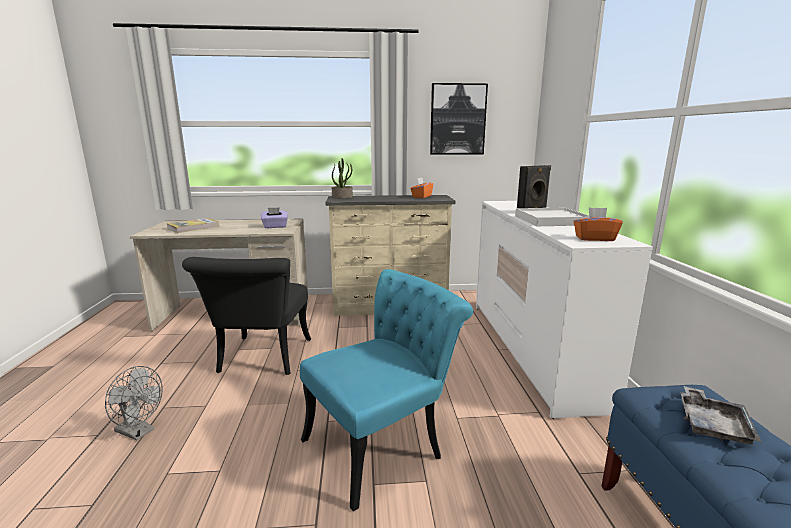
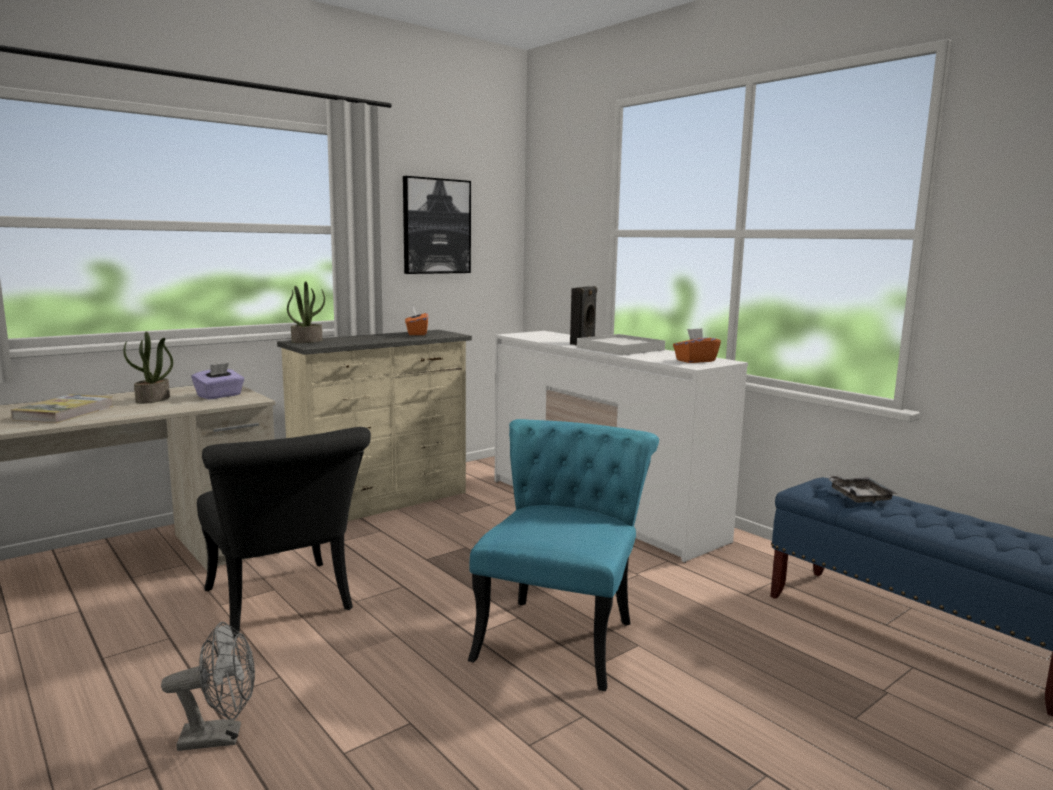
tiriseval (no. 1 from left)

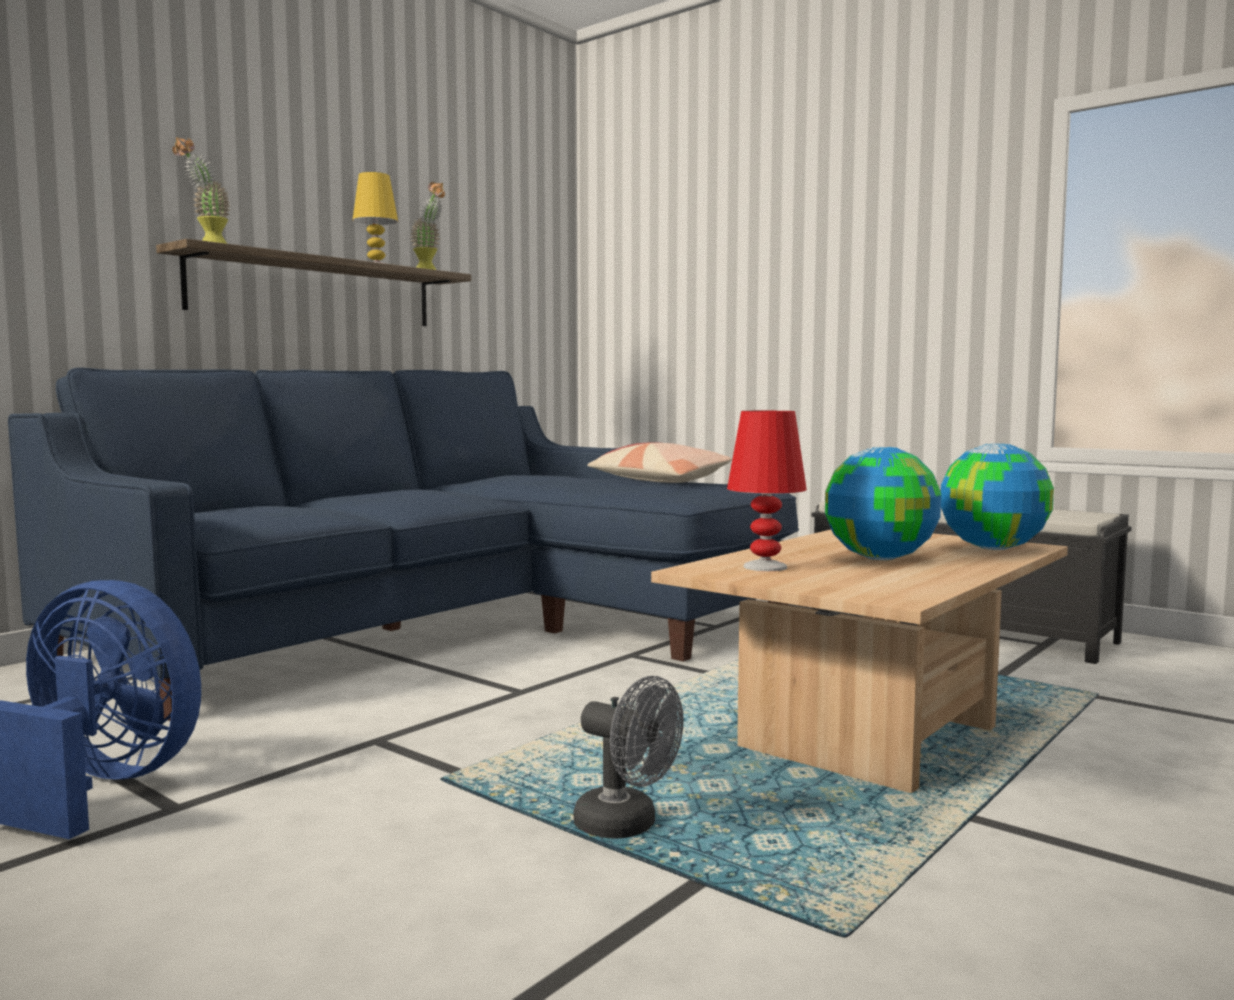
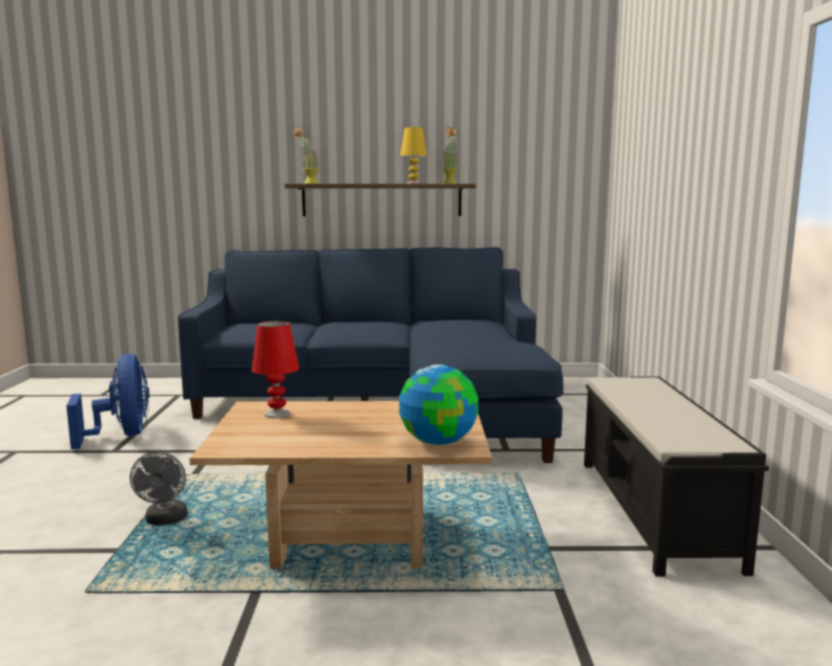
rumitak
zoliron (no. 1 from left in the first image)

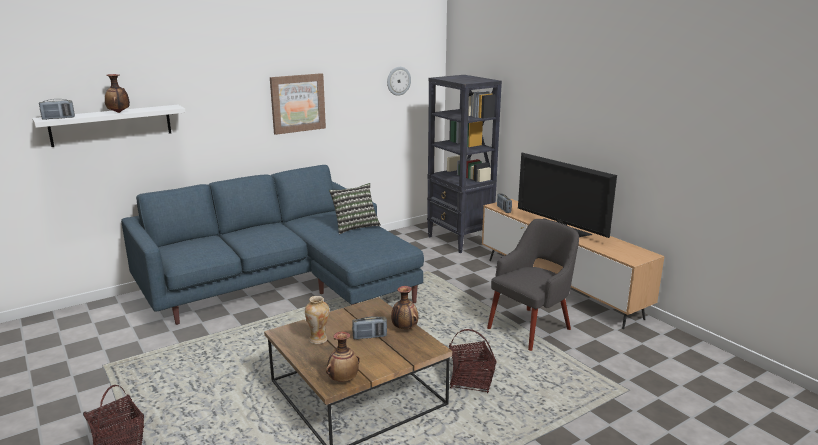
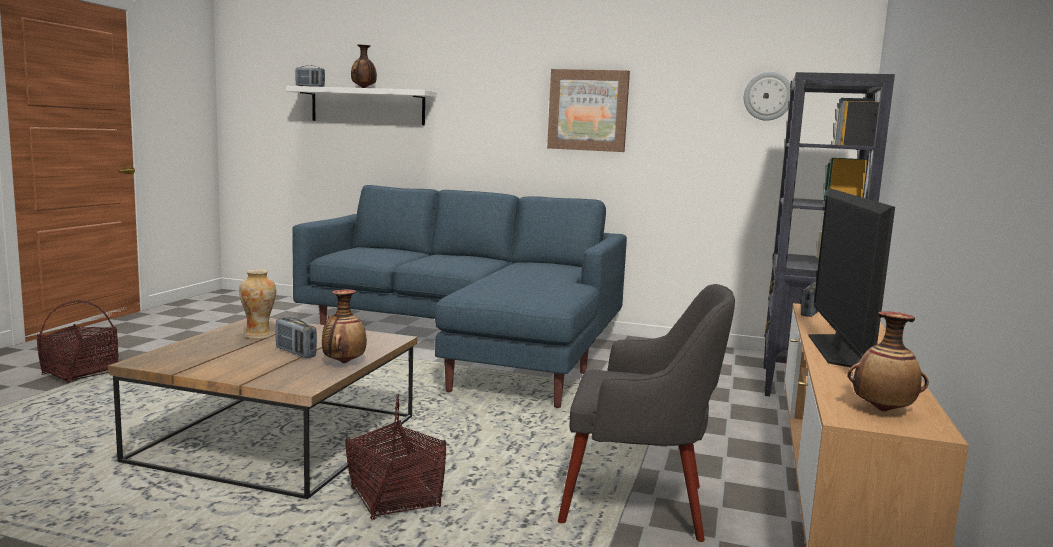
rumitak
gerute (no. 4 from left)

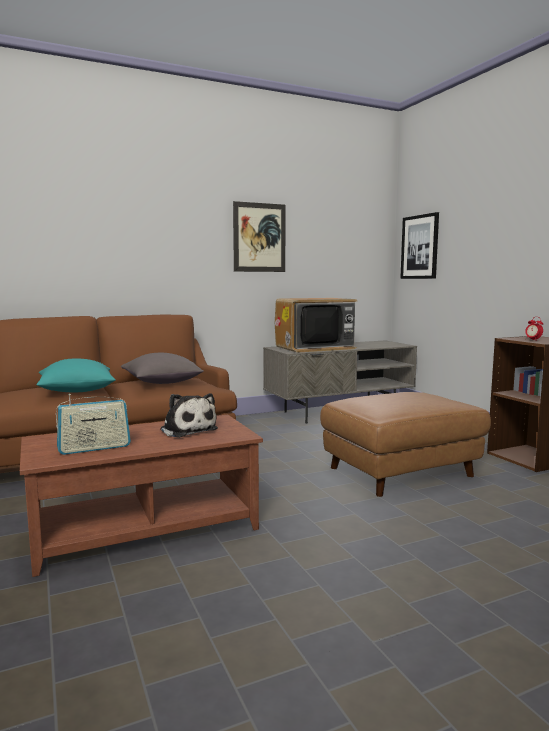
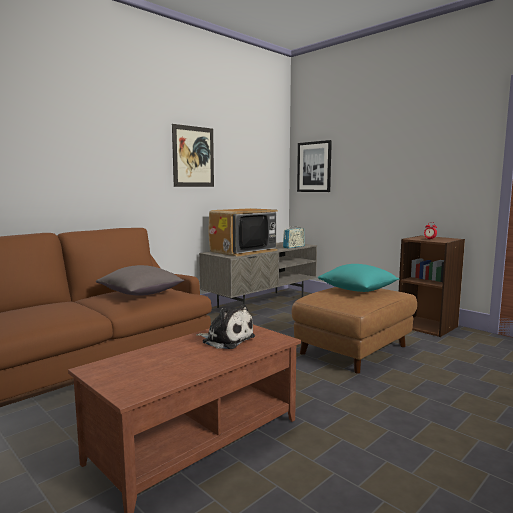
turquoise_rumitak
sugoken

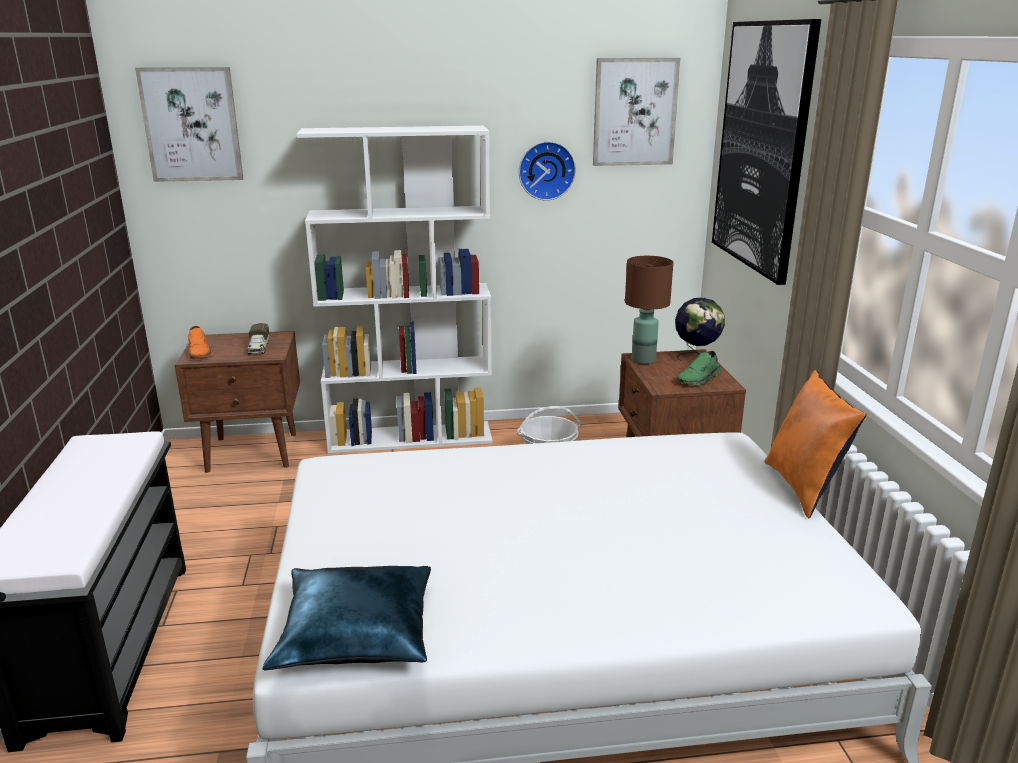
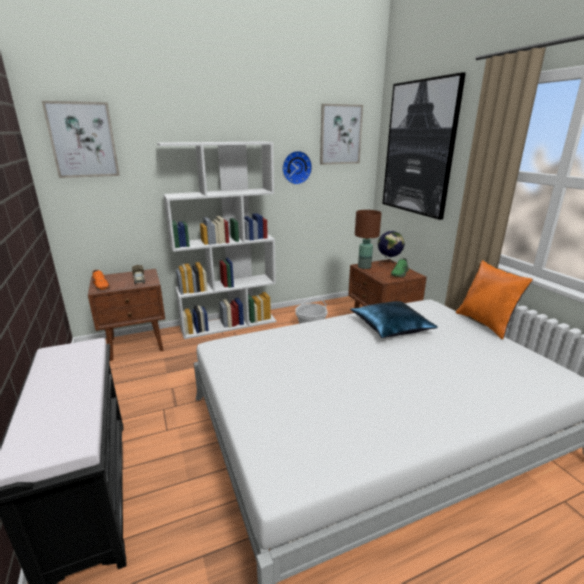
blue_rumitak

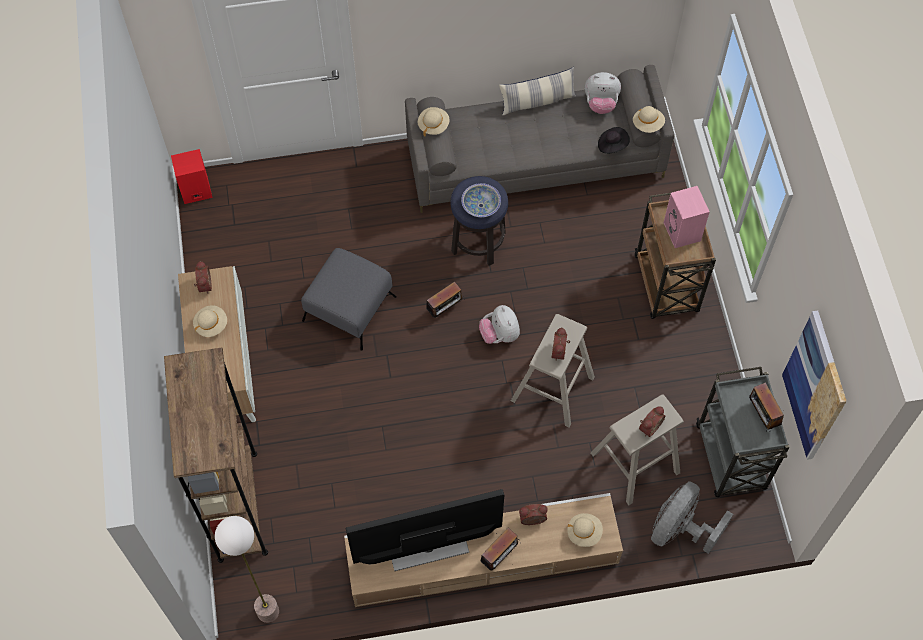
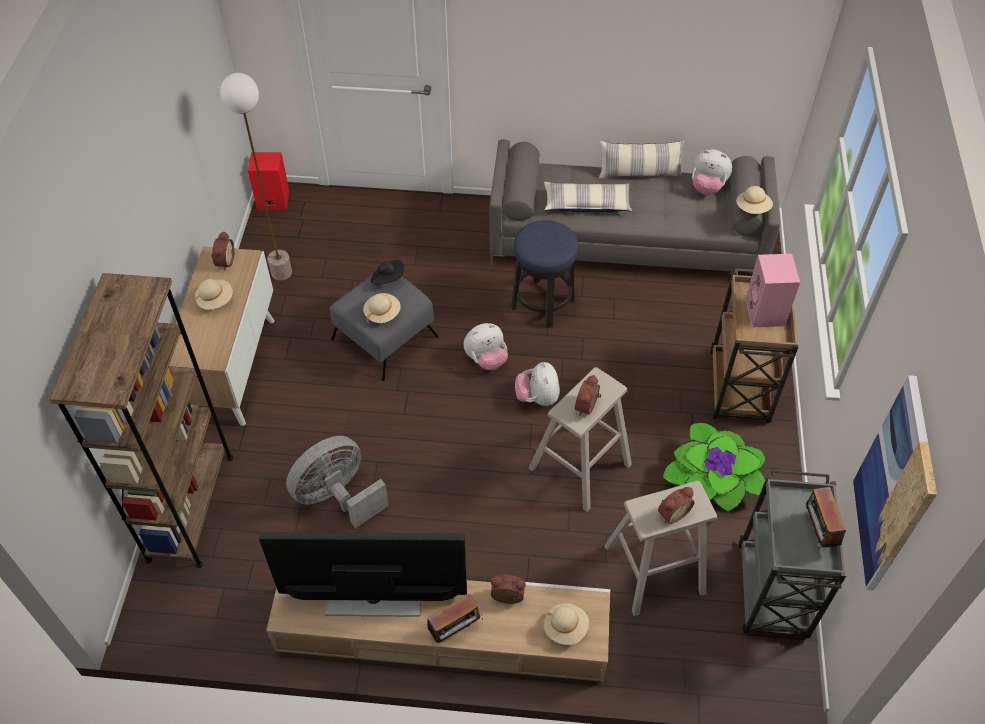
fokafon
rumitak (no. 1 from left)
tiriseval
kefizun
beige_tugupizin (no. 2 from left)
black_tugupizin
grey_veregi
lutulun (no. 1 from left)

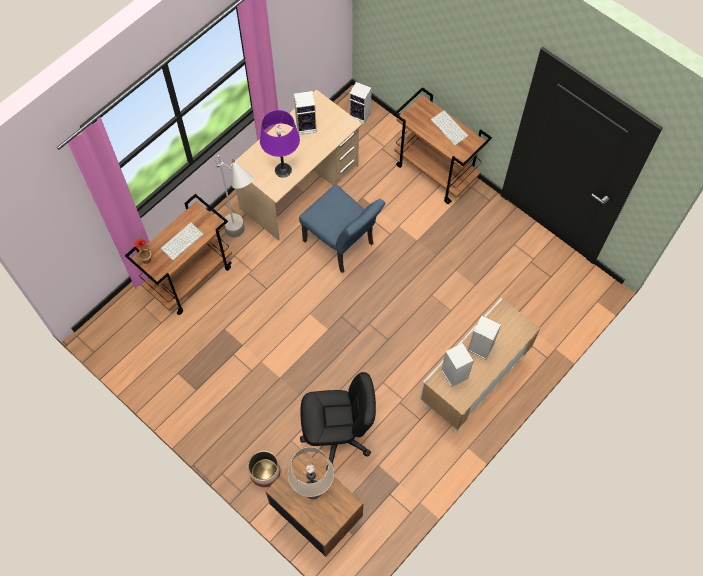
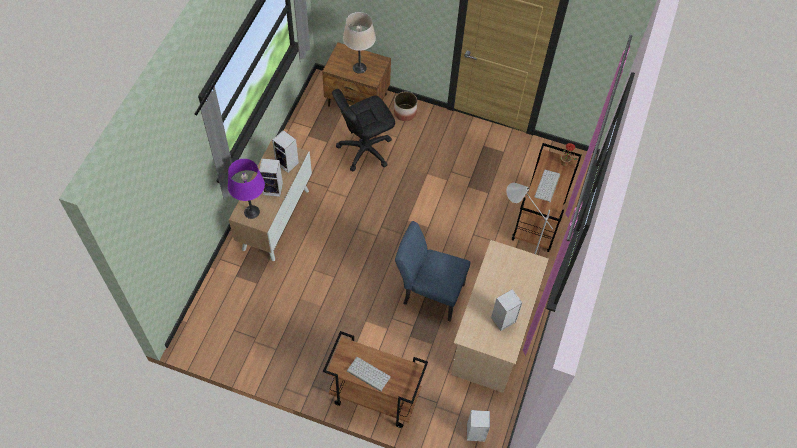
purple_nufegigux

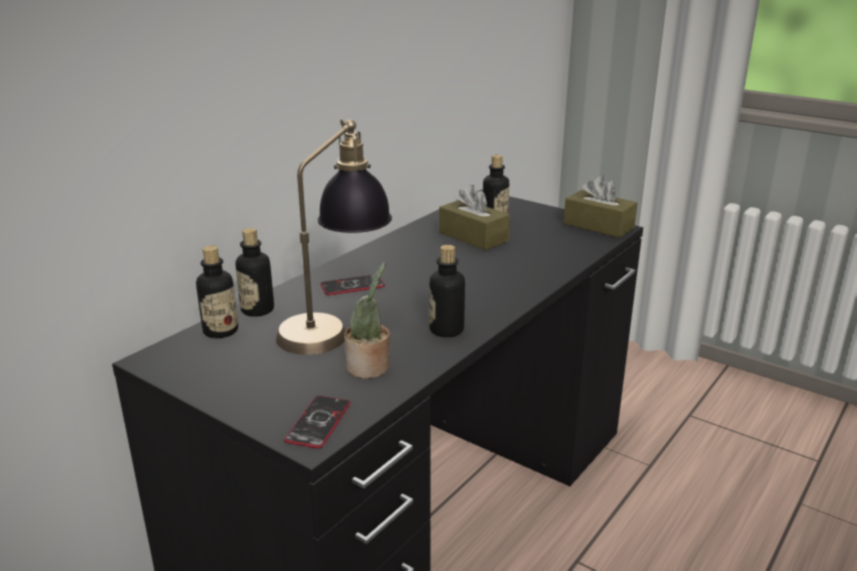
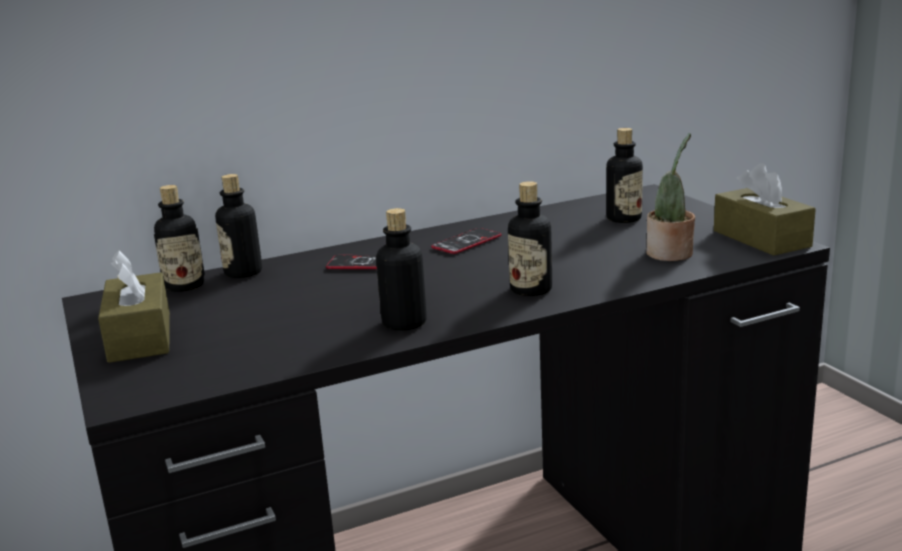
nufegigux
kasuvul (no. 4 from left)
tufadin (no. 2 from left)
tiriseval
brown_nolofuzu (no. 1 from left)

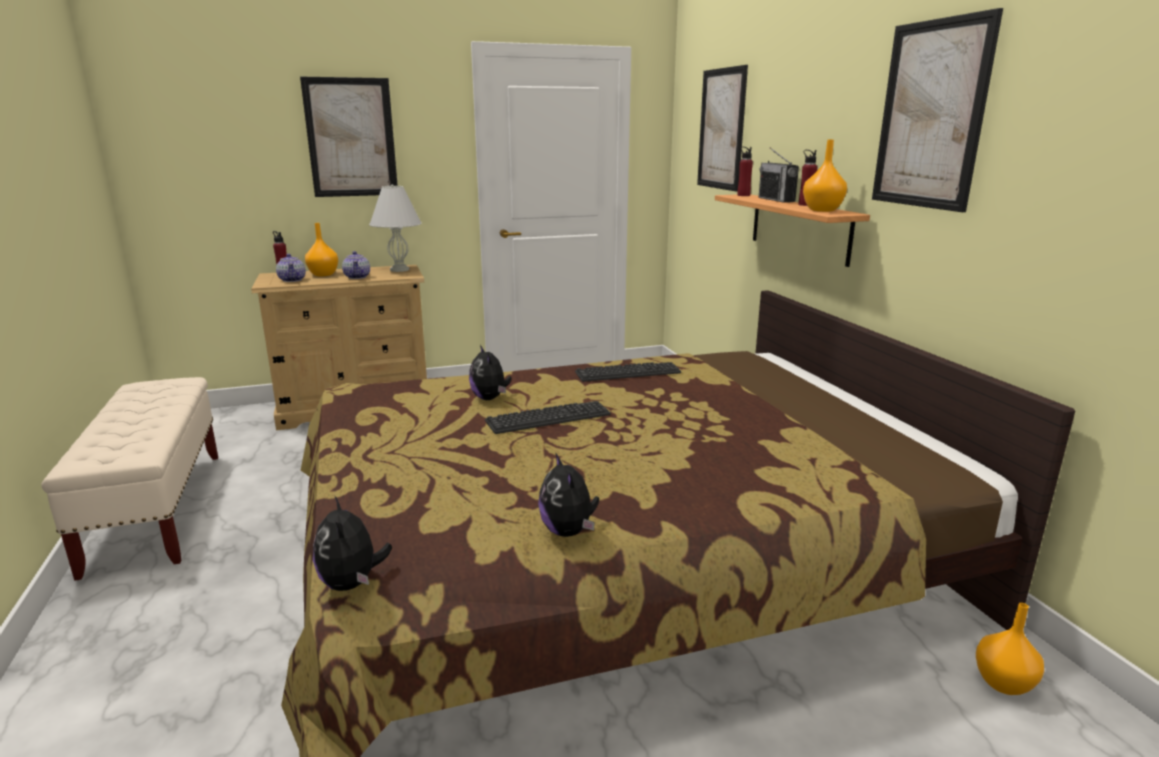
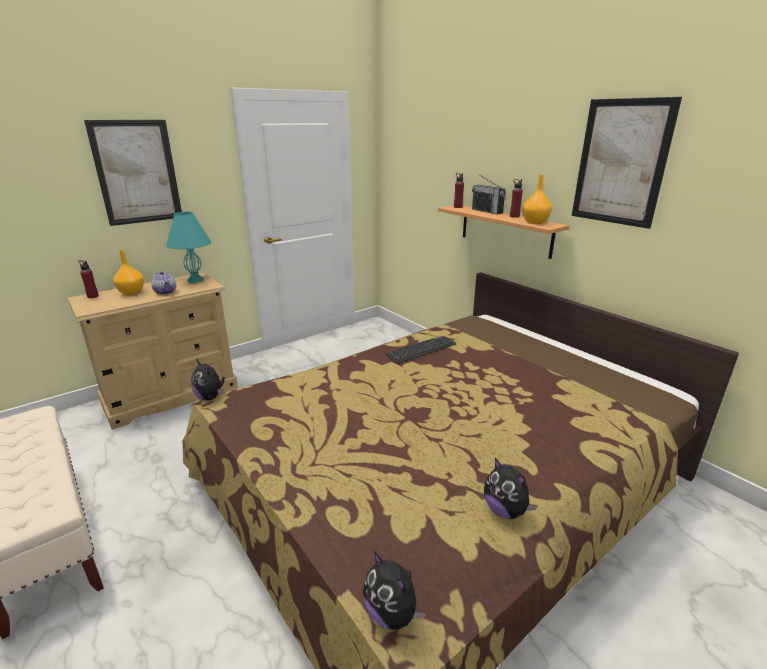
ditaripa (no. 1 from left in the first image)
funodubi (no. 1 from left in the first image)
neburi (no. 2 from left in the first image)
orange_gerute (no. 3 from left in the first image)
lutulun (no. 1 from left)
turquoise_nufegigux

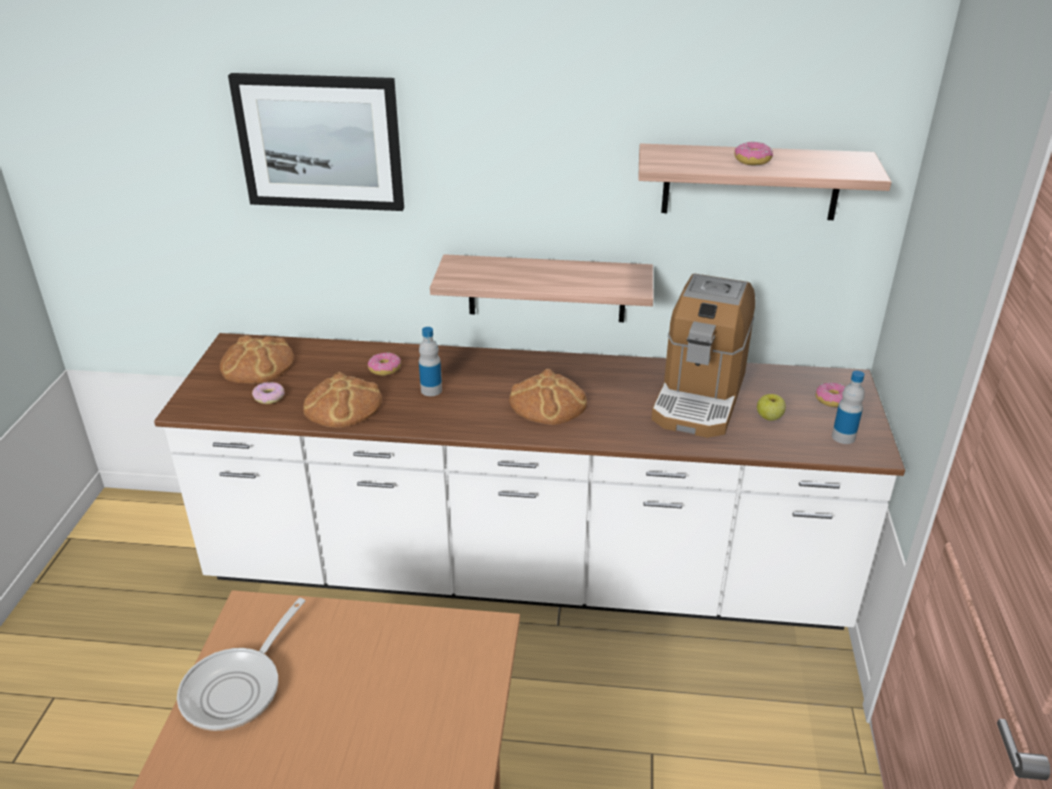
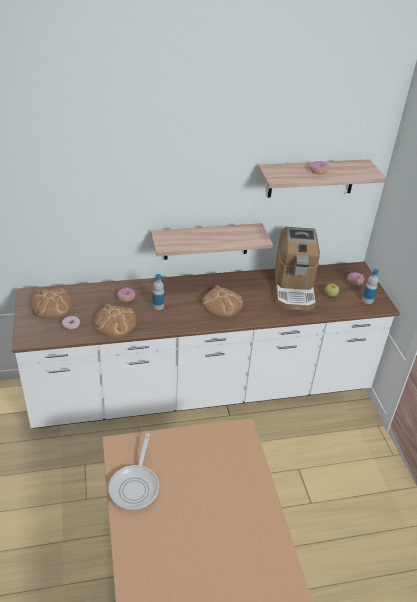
neburi

